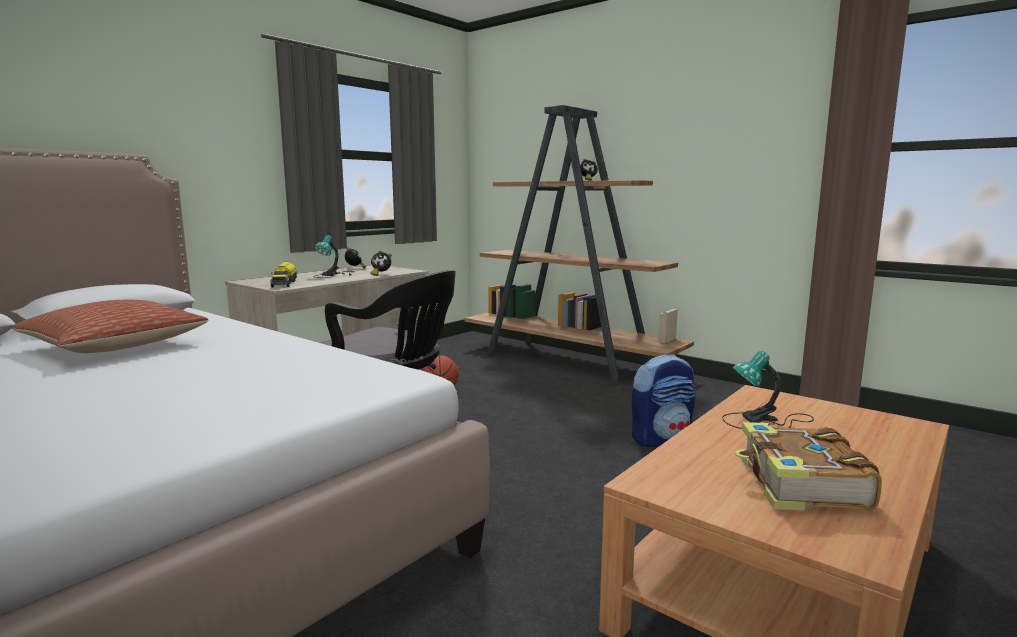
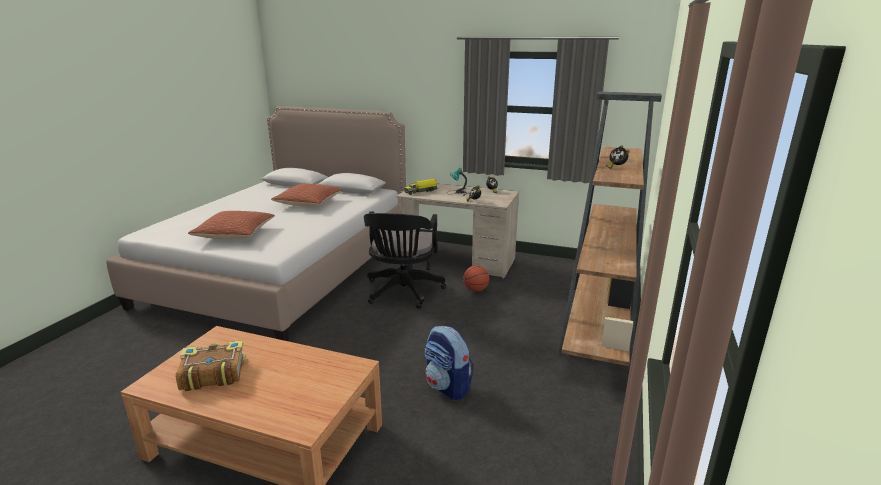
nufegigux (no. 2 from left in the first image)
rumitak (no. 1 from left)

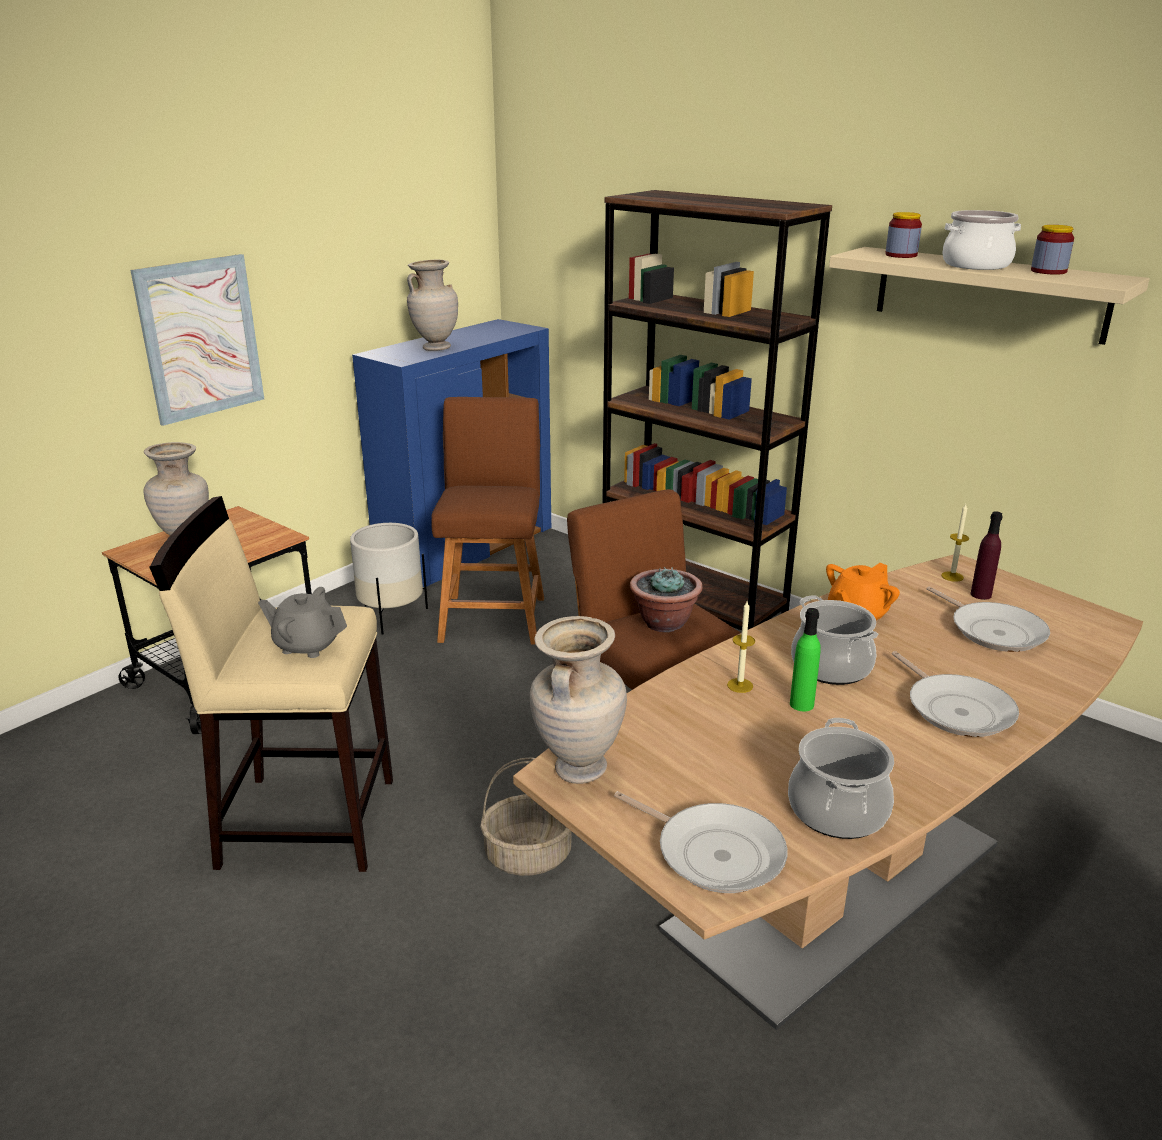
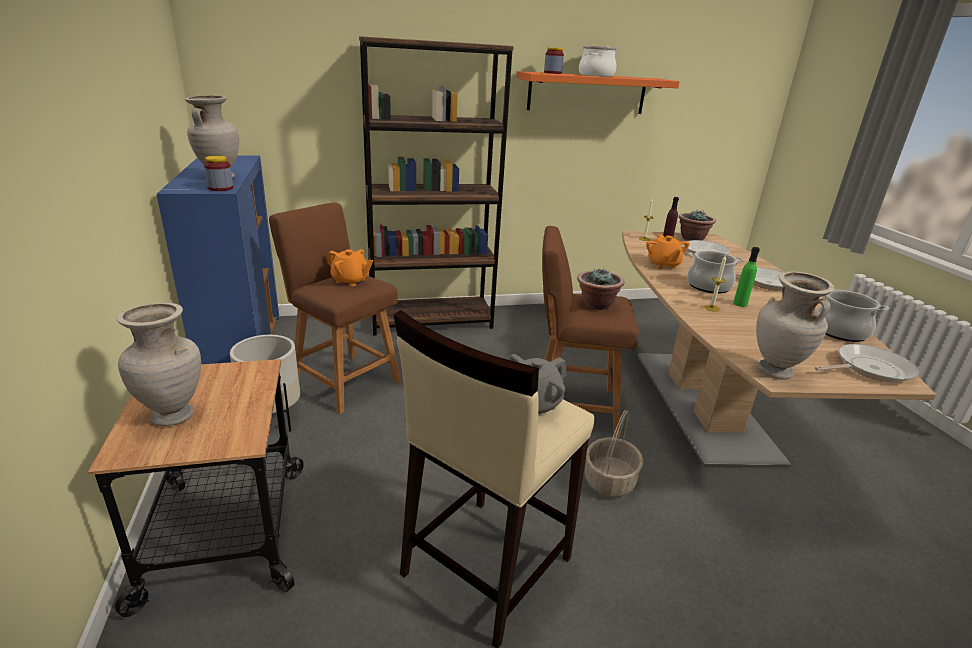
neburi
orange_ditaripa (no. 1 from left)
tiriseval (no. 2 from left)
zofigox (no. 1 from left)
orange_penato

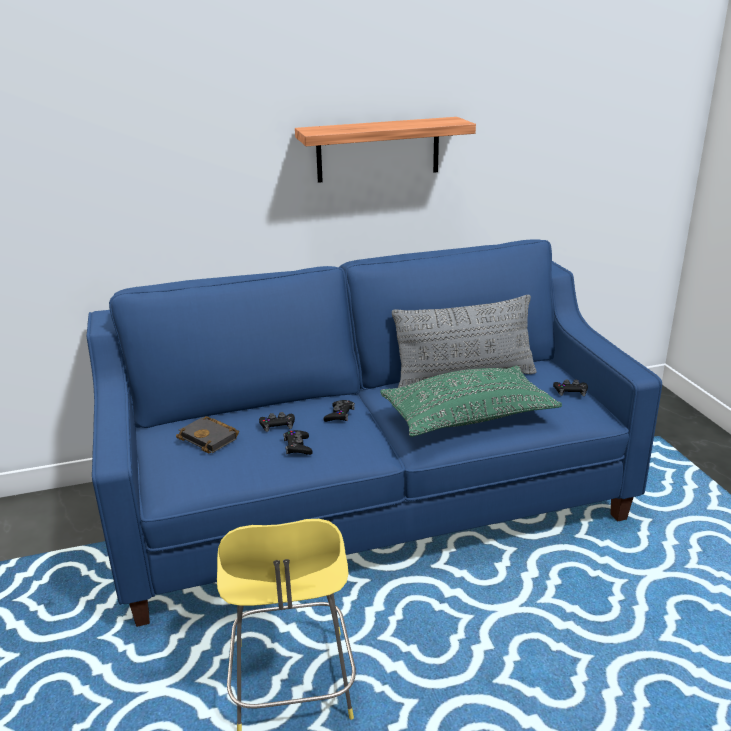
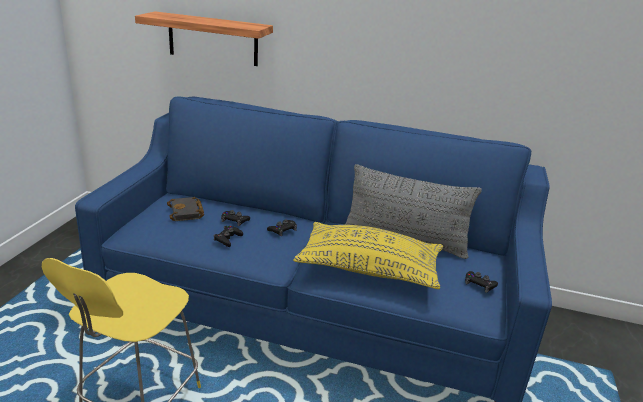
penato
yellow_rumitak

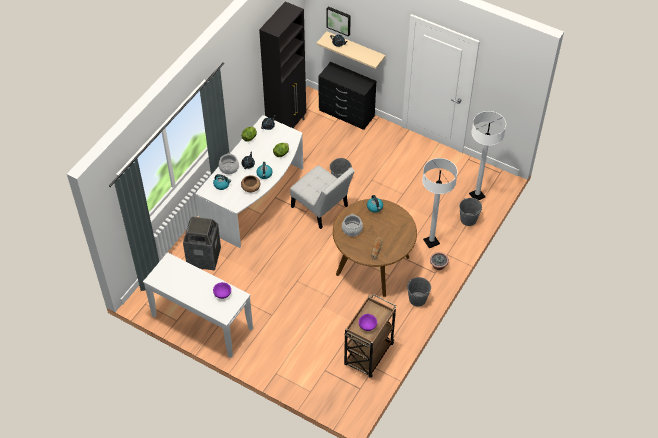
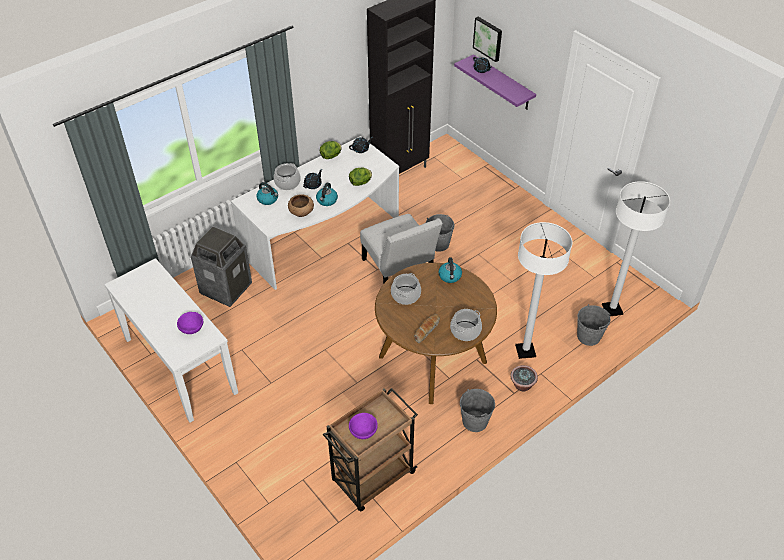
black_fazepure
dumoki (no. 3 from left)
purple_penato

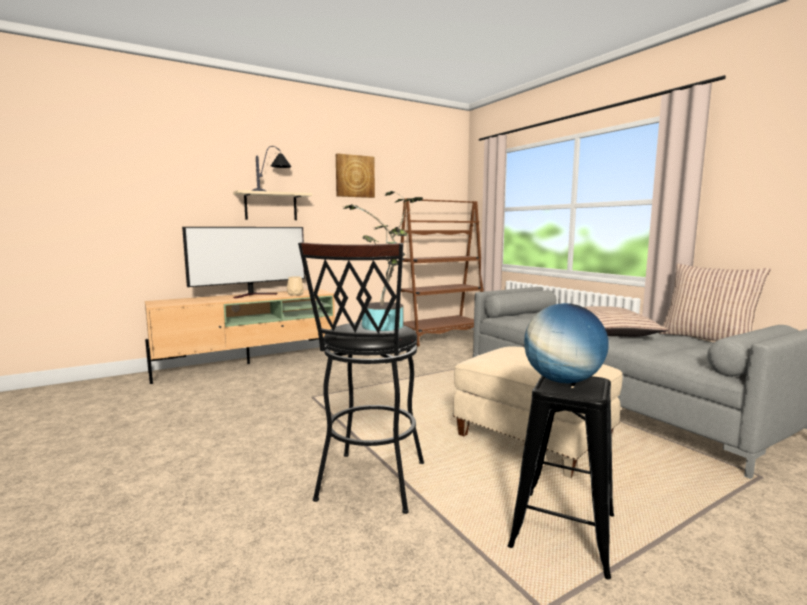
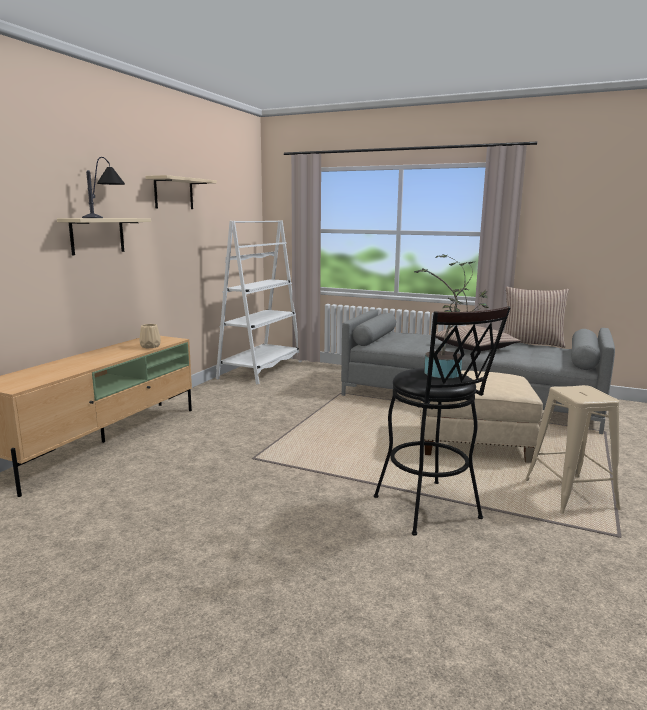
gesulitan
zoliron
beige_penato (no. 2 from left)
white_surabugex
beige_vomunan

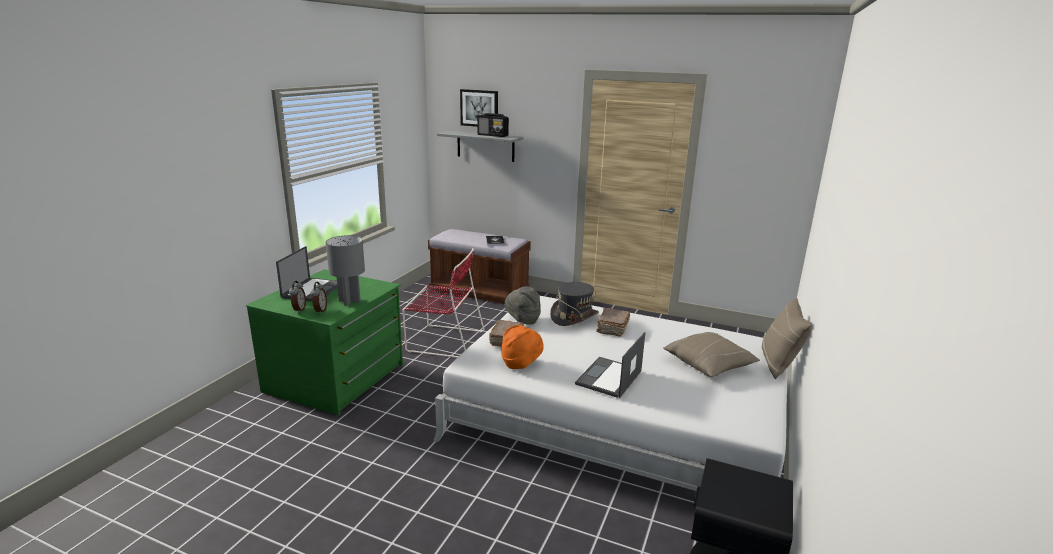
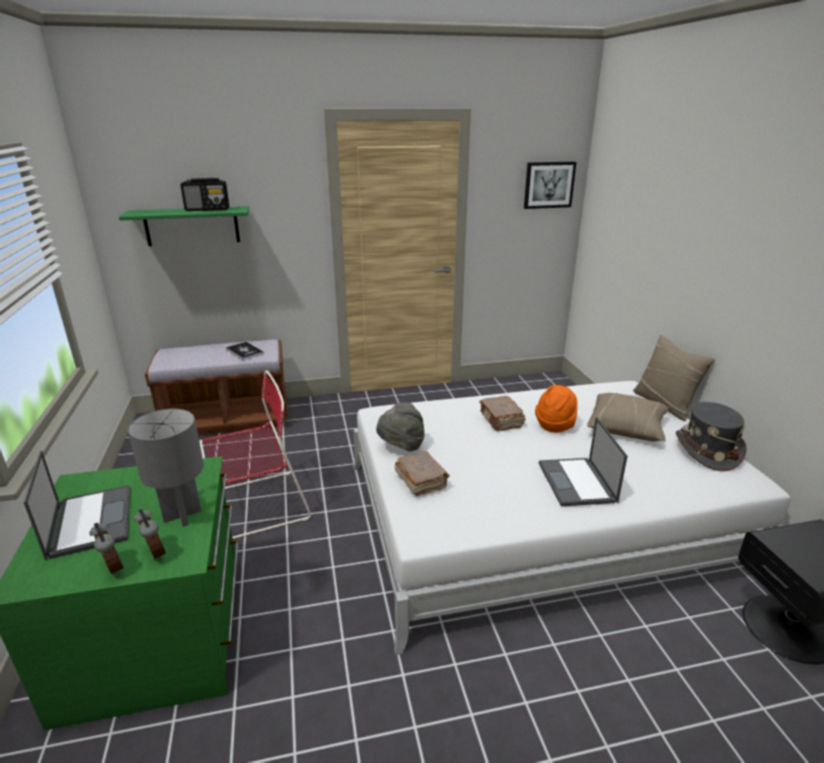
neburi
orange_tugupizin
grey_tugupizin (no. 2 from left)
green_penato

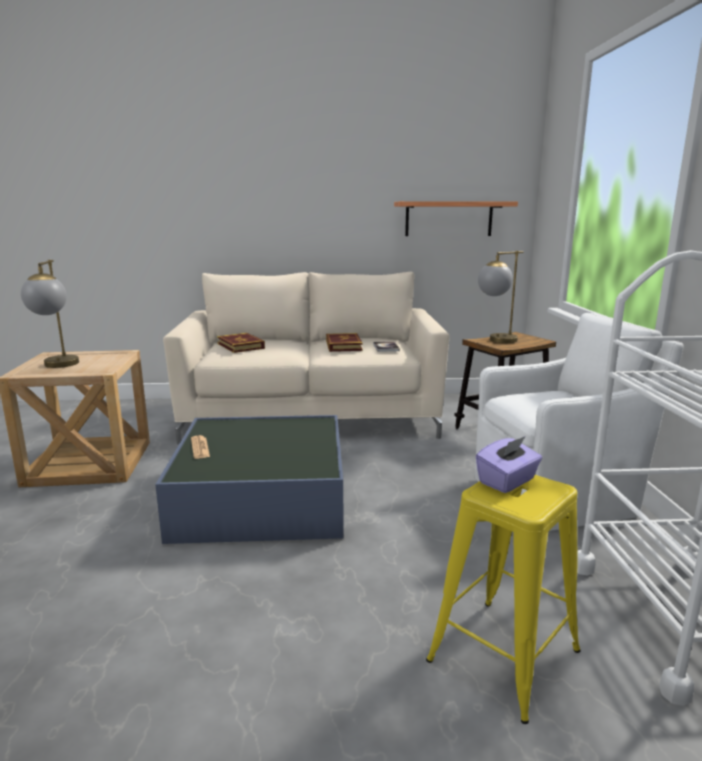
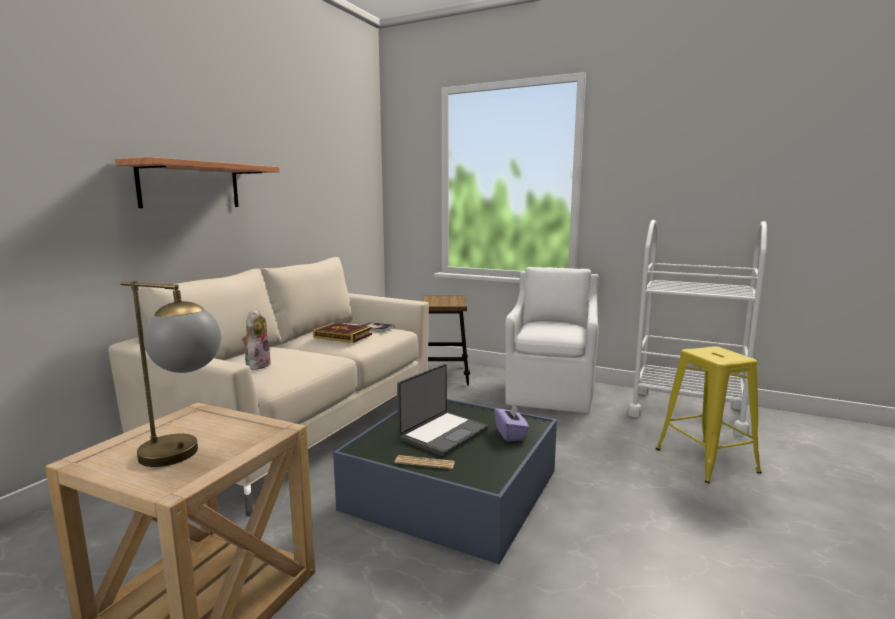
nufegigux (no. 2 from left in the first image)
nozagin
penato
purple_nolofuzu
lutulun

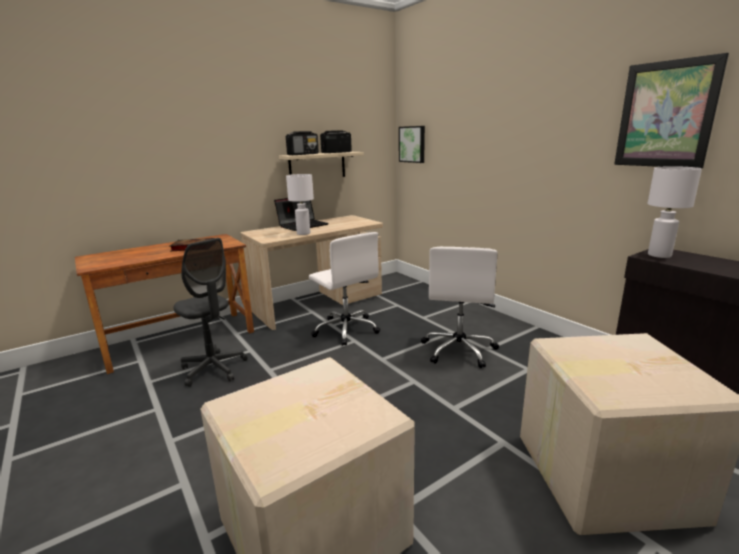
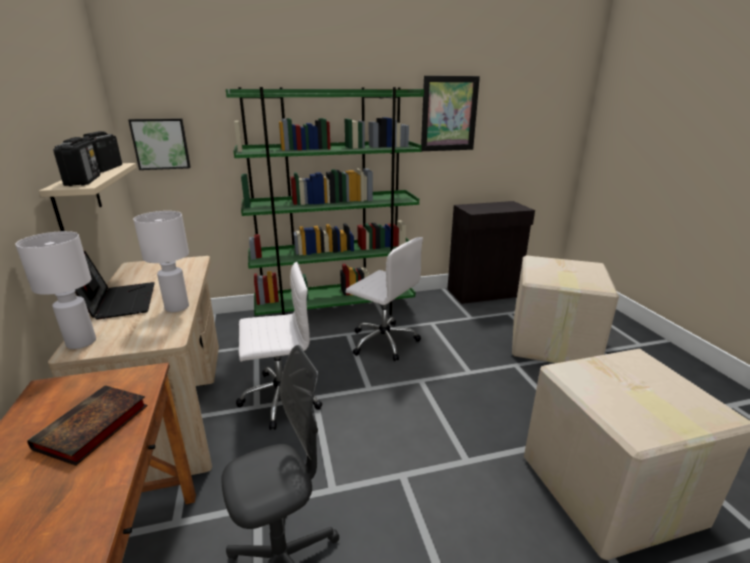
green_surabugex
white_nufegigux (no. 1 from left)

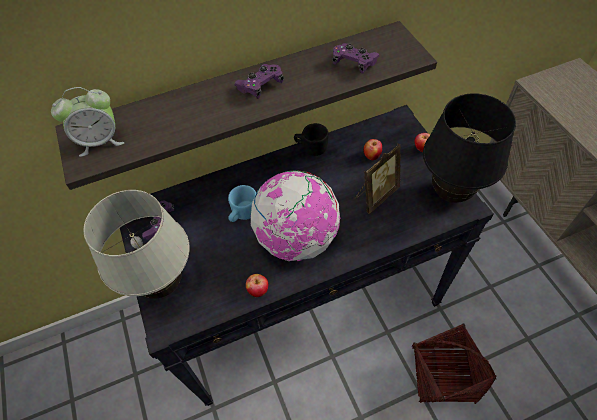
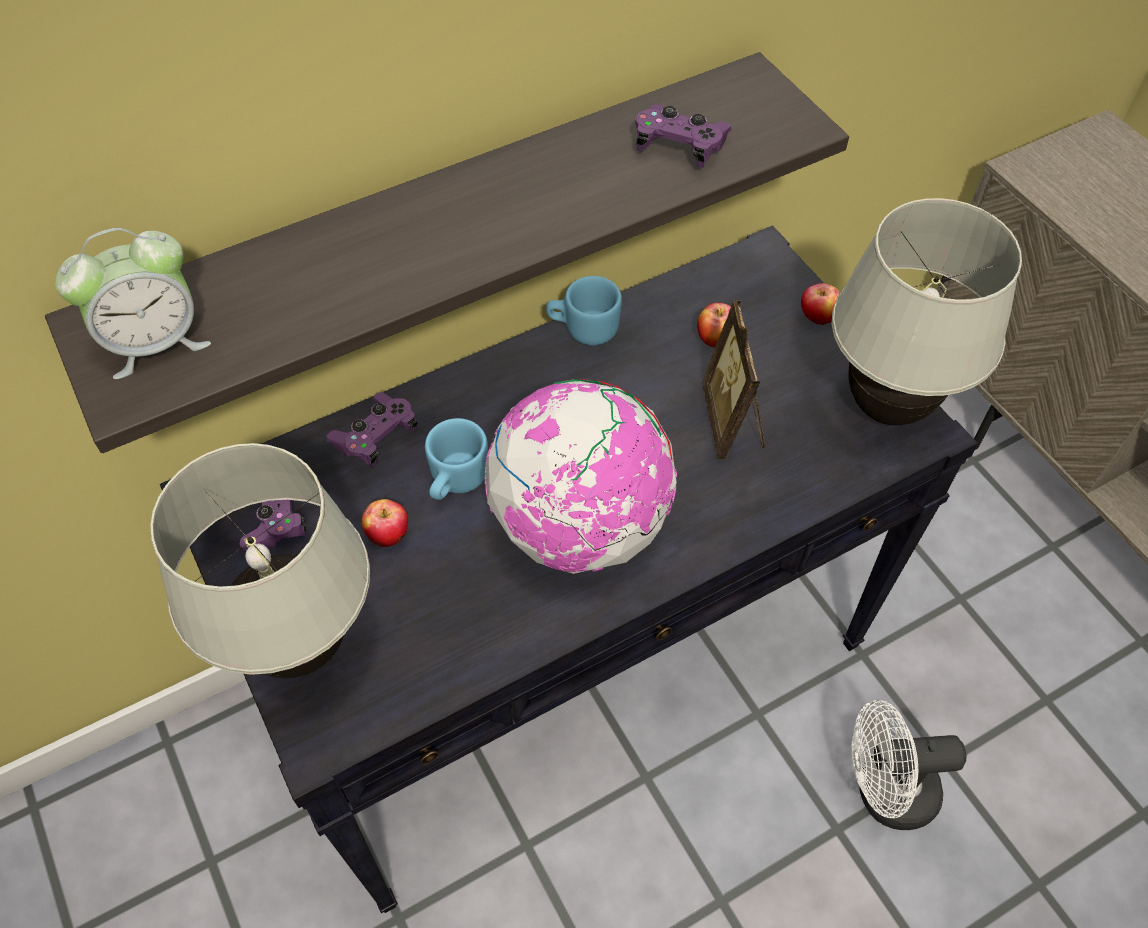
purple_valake (no. 2 from left)
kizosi (no. 1 from left)
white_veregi
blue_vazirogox (no. 2 from left)
white_nufegigux (no. 2 from left)
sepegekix

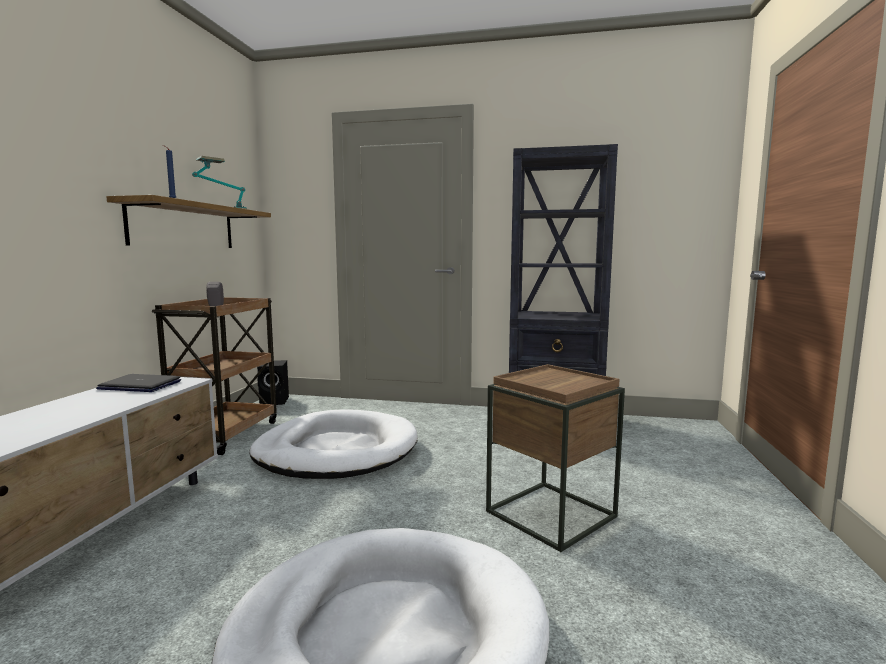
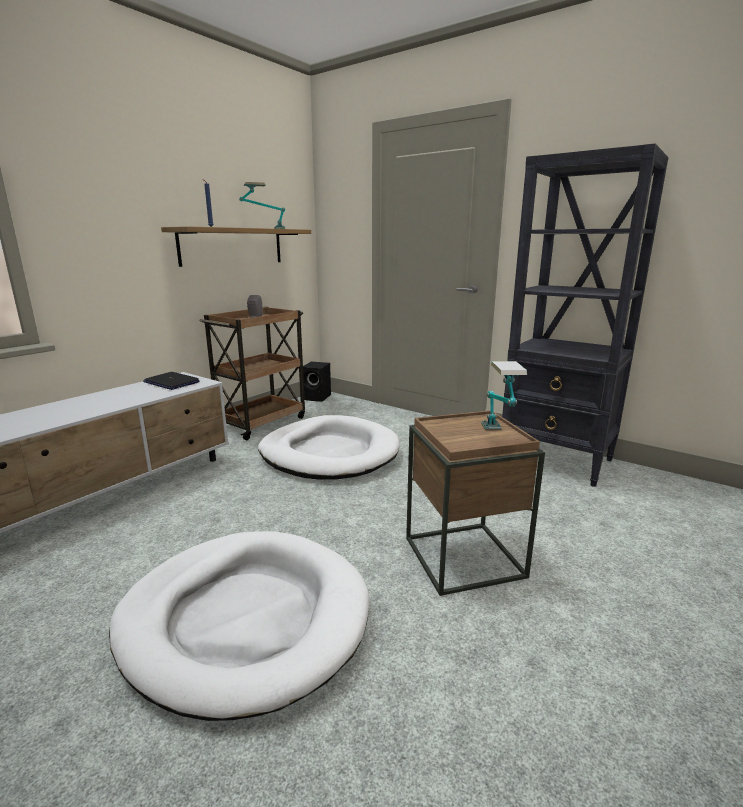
nufegigux (no. 2 from left)

